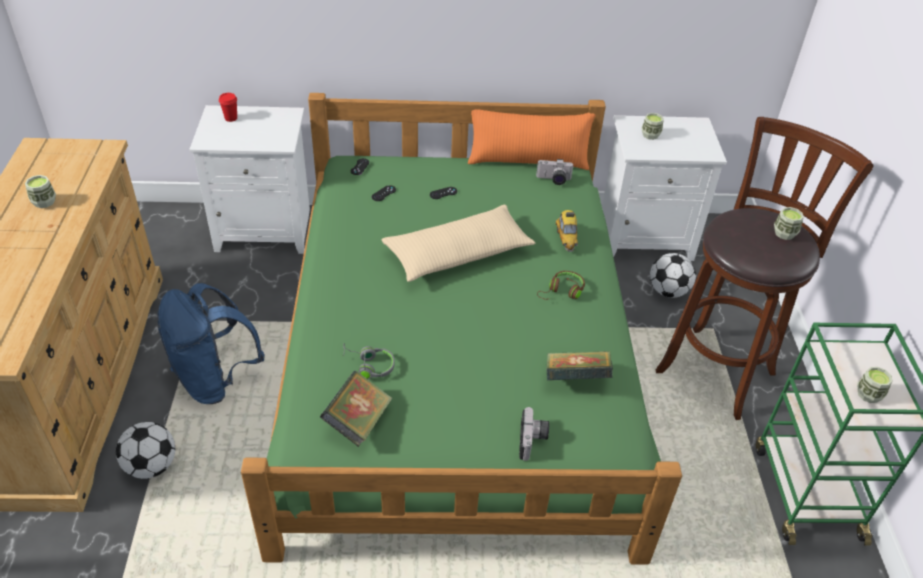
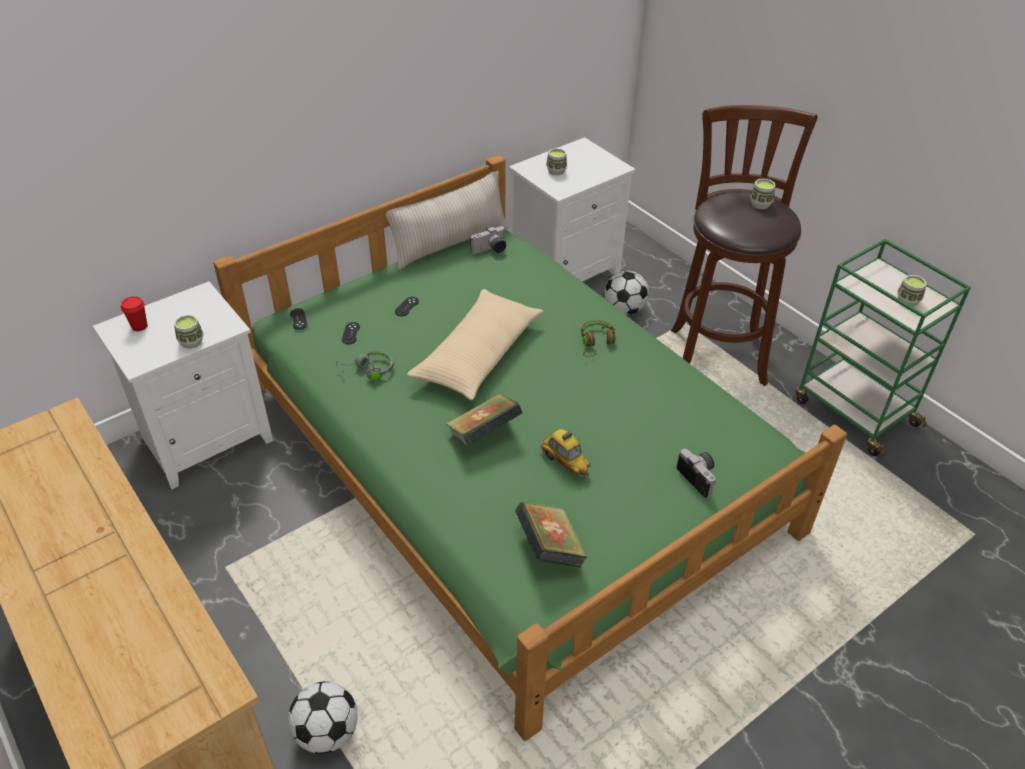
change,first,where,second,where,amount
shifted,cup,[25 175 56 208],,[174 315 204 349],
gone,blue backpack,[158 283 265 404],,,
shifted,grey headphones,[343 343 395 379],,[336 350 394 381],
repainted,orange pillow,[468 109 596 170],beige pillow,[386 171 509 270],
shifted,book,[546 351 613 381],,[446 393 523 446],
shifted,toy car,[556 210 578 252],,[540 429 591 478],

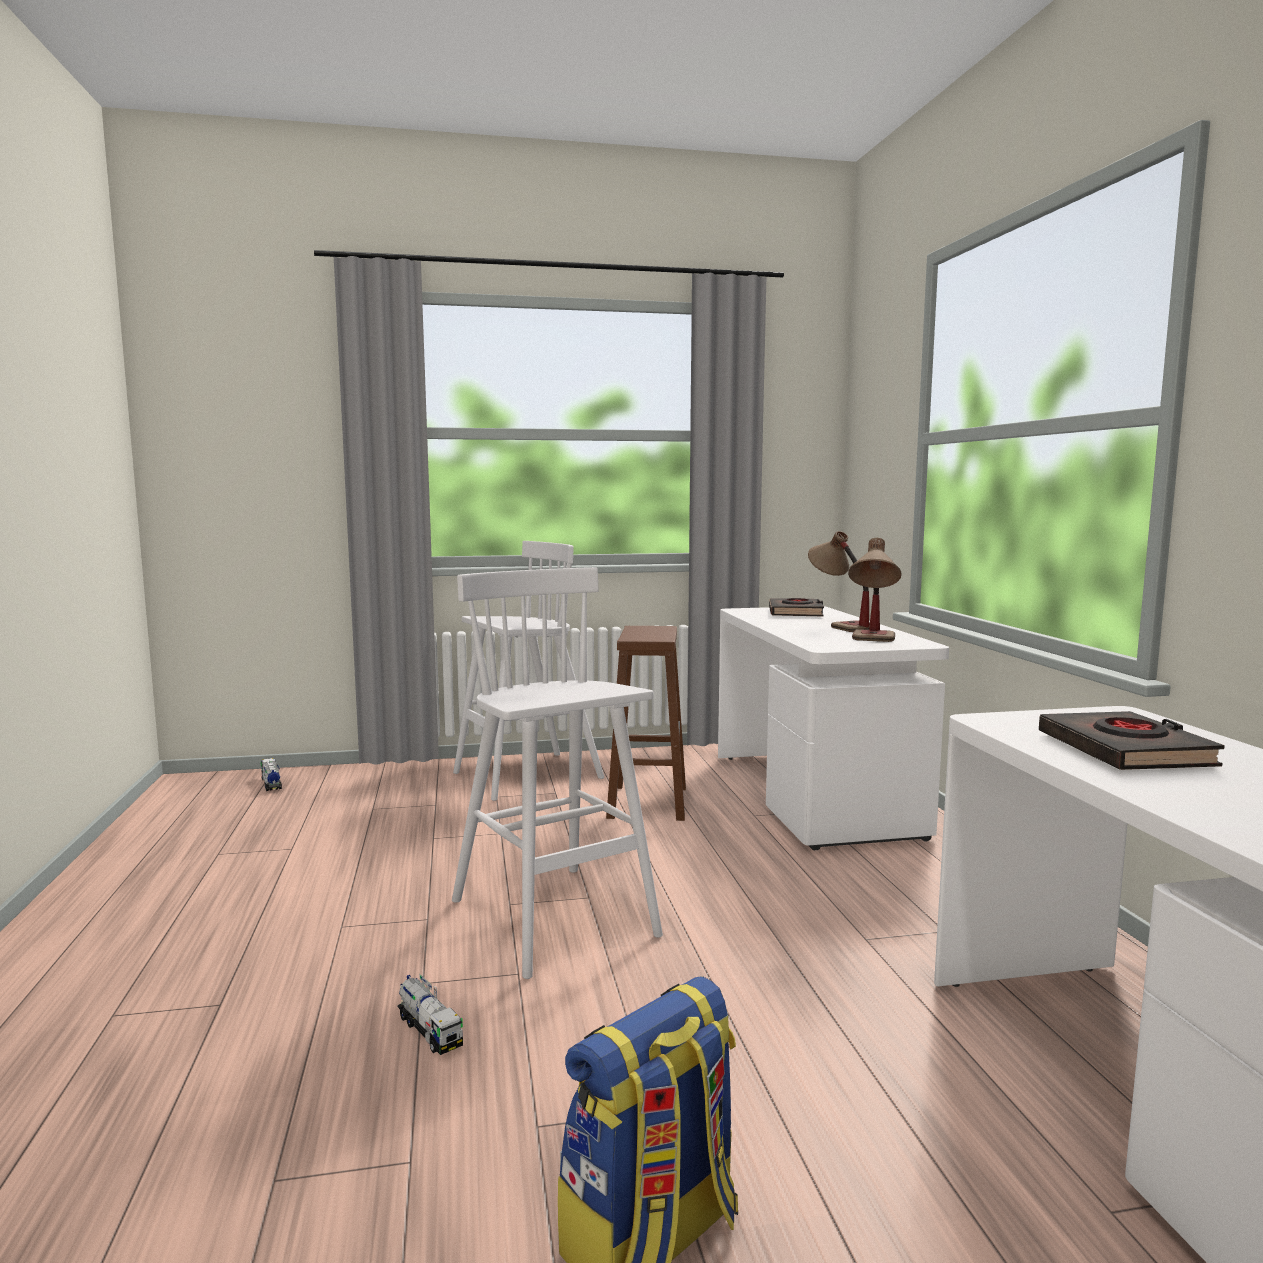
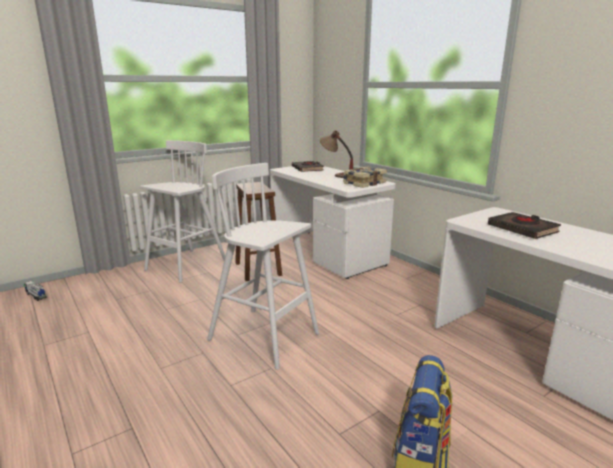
change,first,where,second,where,amount
gone,toy truck,[397 974 463 1055],,,
swapped,table lamp,[848 538 901 642],book,[343 167 387 188],

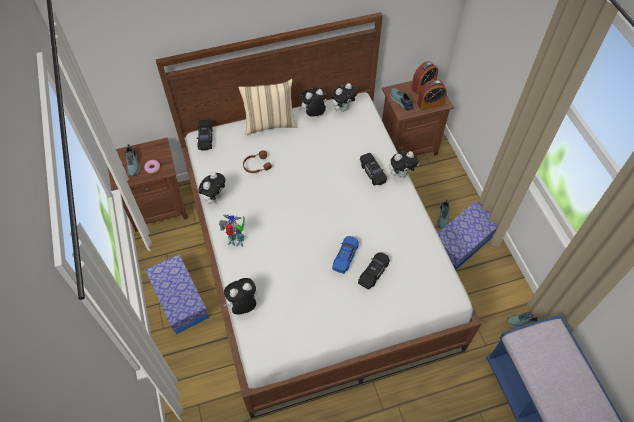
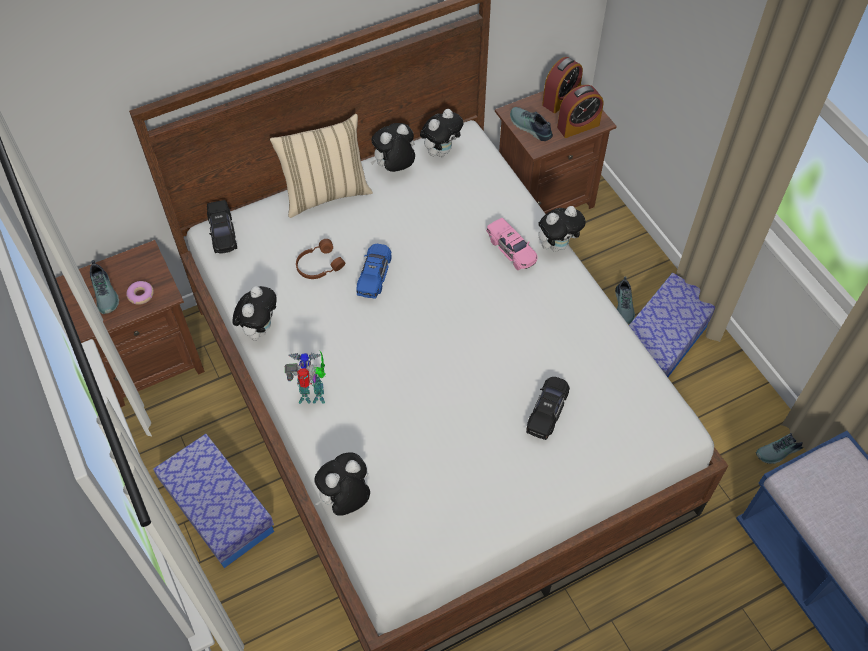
change,first,where,second,where,amount
shifted,blue toy car,[332 236 359 274],,[356 244 392 299],
repainted,black toy car,[360 153 387 186],pink toy car,[486 218 538 270],

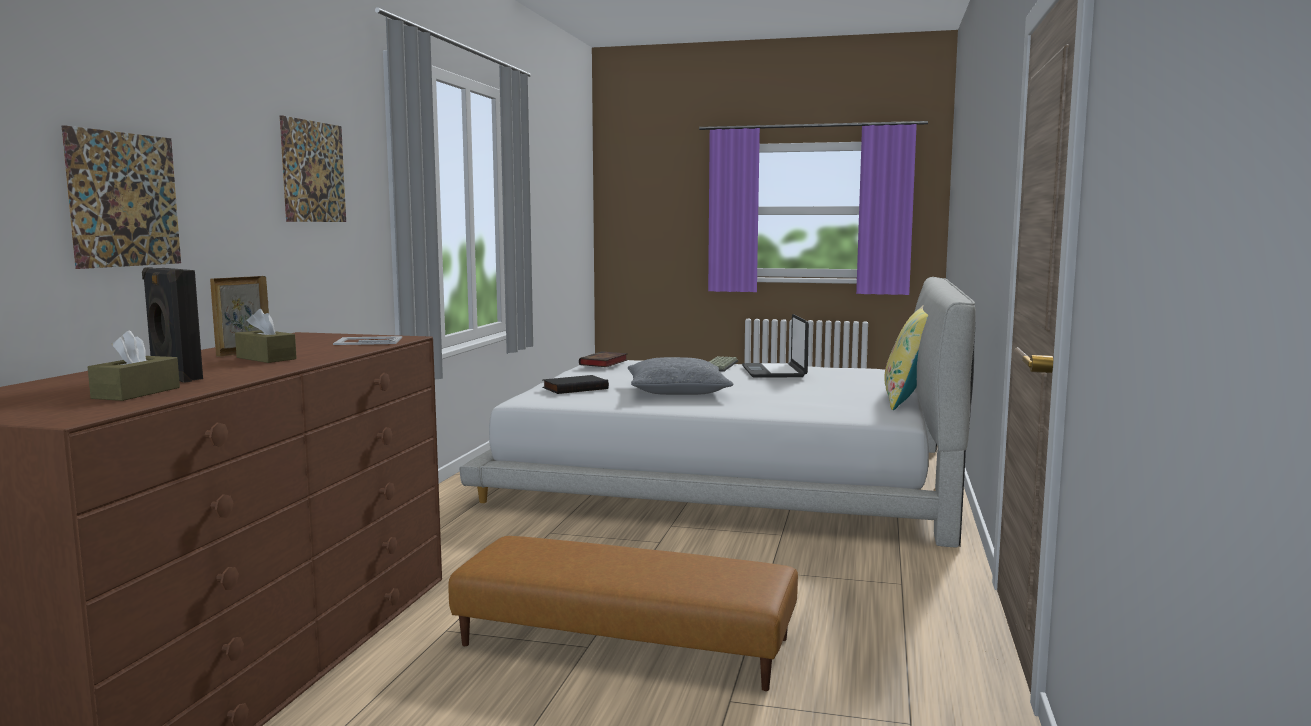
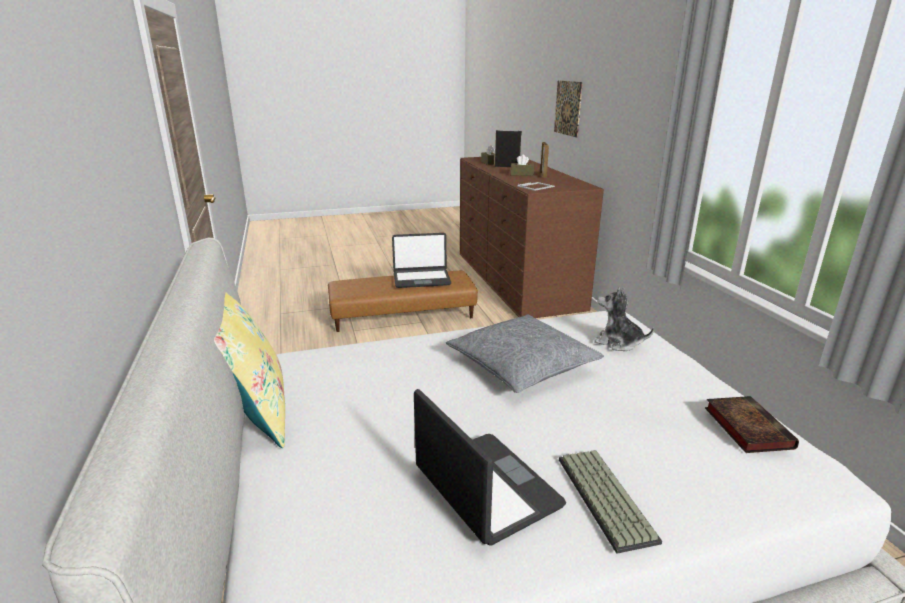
change,first,where,second,where,amount
gone,picture,[280 115 346 222],,,
swapped,black book,[542 375 609 394],plush toy,[594 288 654 351],
new,,,laptop,[392 233 451 288],

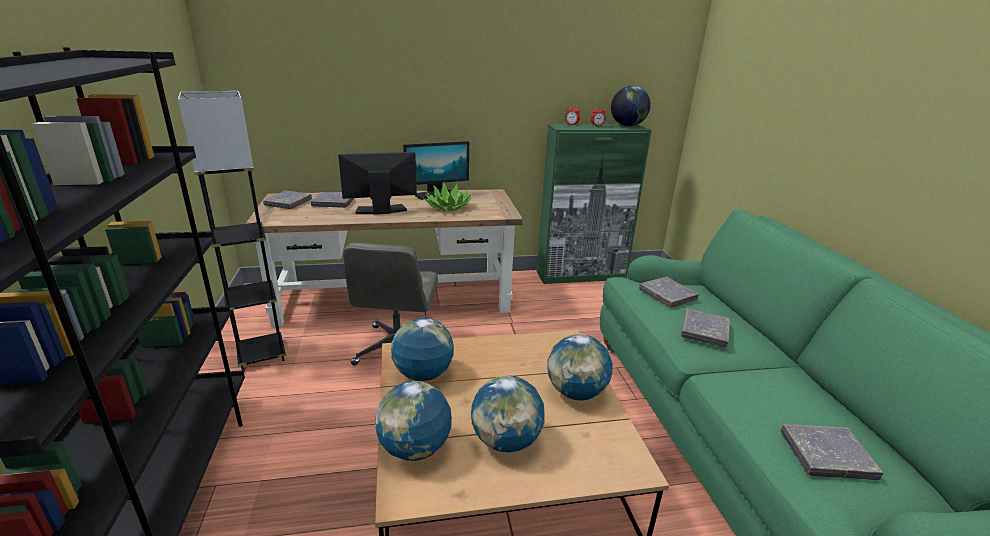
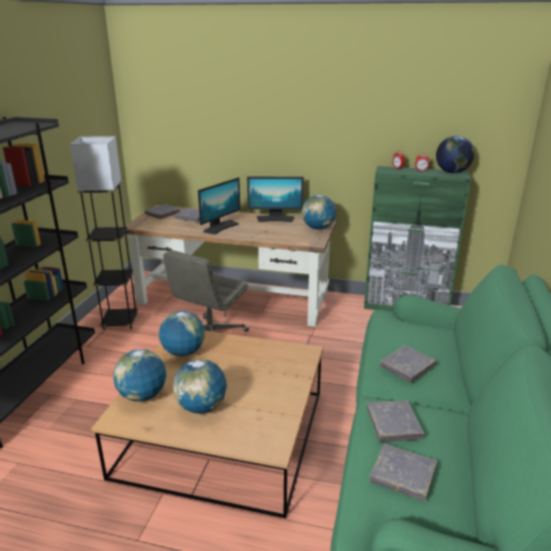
change,first,where,second,where,amount
rotated,monitor,[338 152 417 215],,[198 177 240 234],120 degrees clockwise
gone,potted plant,[423 183 473 211],,,
shifted,globe,[547 334 613 401],,[302 195 336 230],
shifted,grey book,[639 277 699 308],,[367 401 424 442],

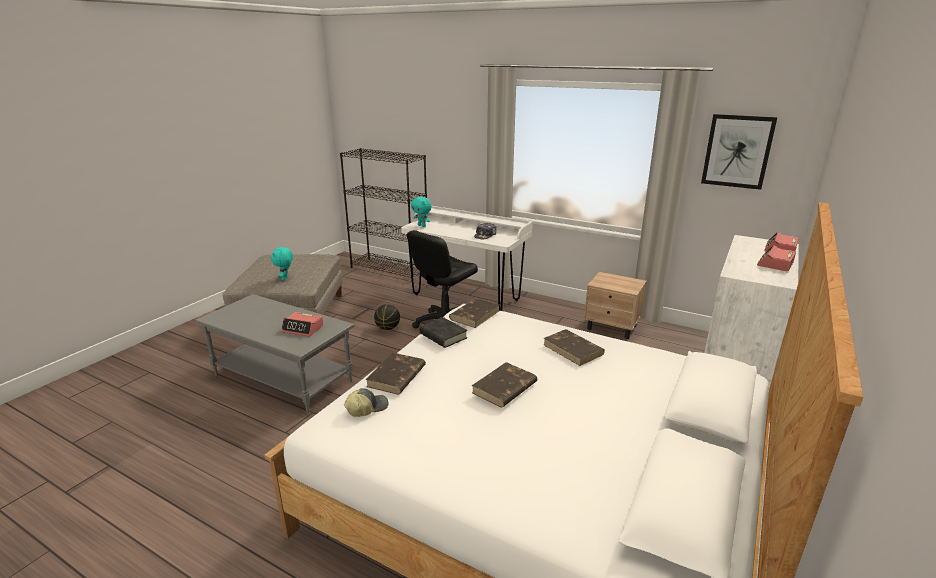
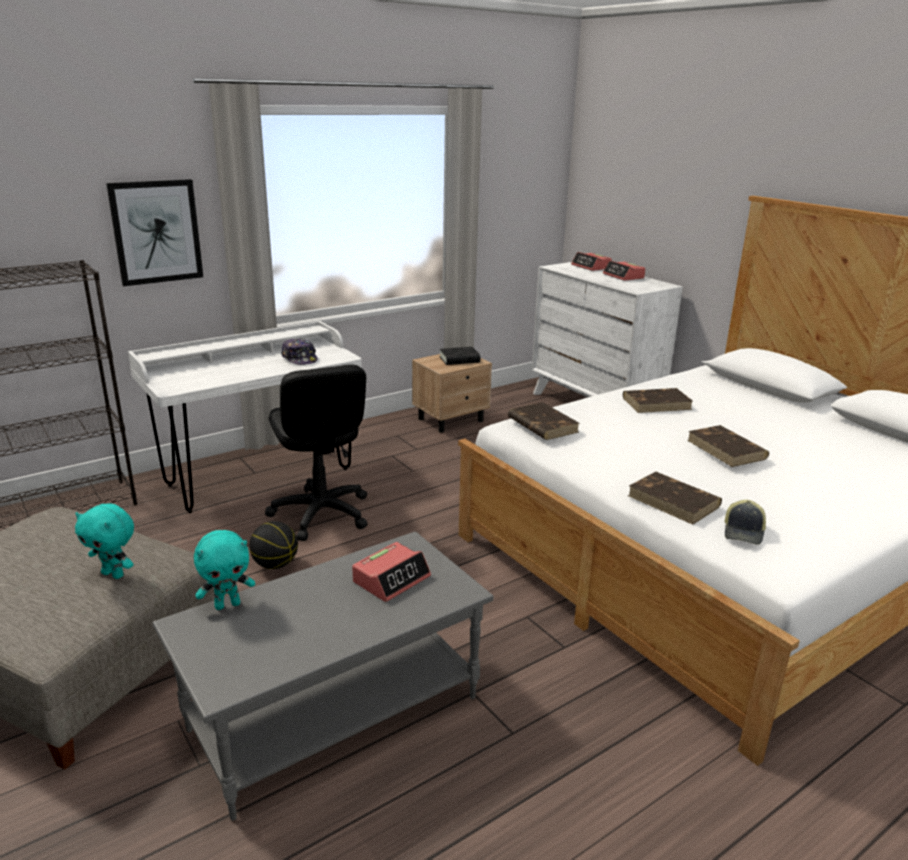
change,first,where,second,where,amount
rotated,cap,[344 388 388 417],,[725 500 766 545],150 degrees counterclockwise
shifted,turquoise plush toy,[411 197 432 227],,[194 530 255 610],
shifted,black book,[419 317 467 348],,[439 347 480 365],
shifted,picture,[701 114 777 190],,[106 179 203 286],

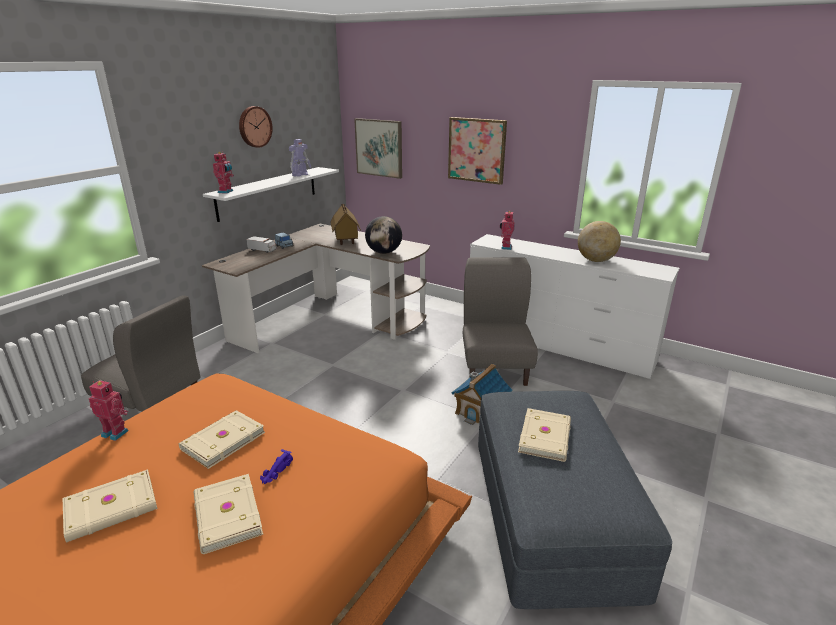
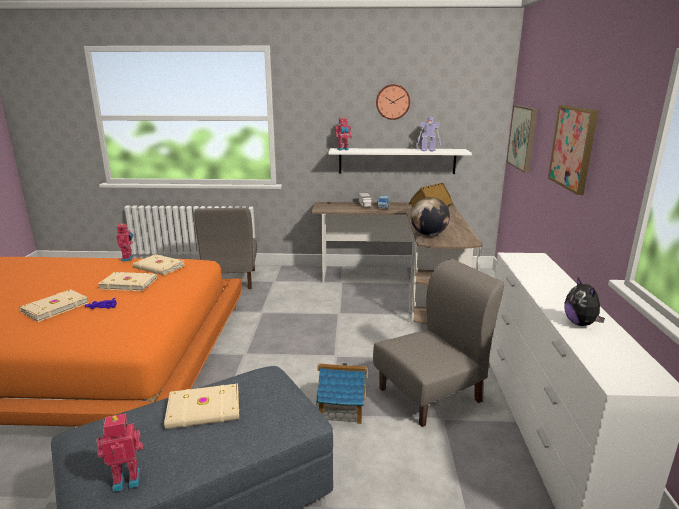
change,first,where,second,where,amount
shifted,beige book,[62 469 157 542],,[133 254 185 275],
shifted,toy robot,[500 210 515 250],,[96 413 143 492],
swapped,globe,[578 221 621 262],plush toy,[564 278 605 326],

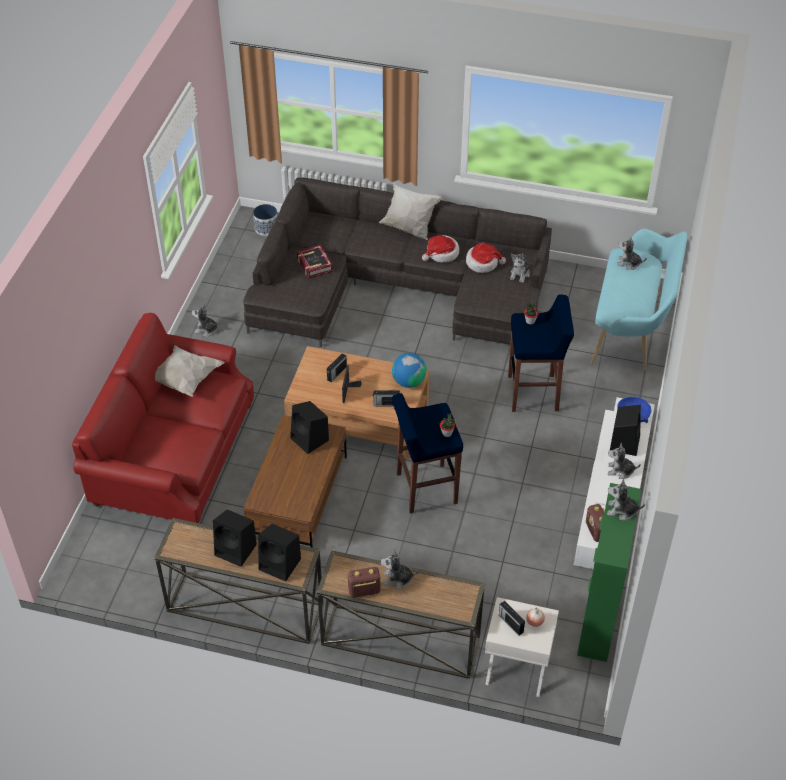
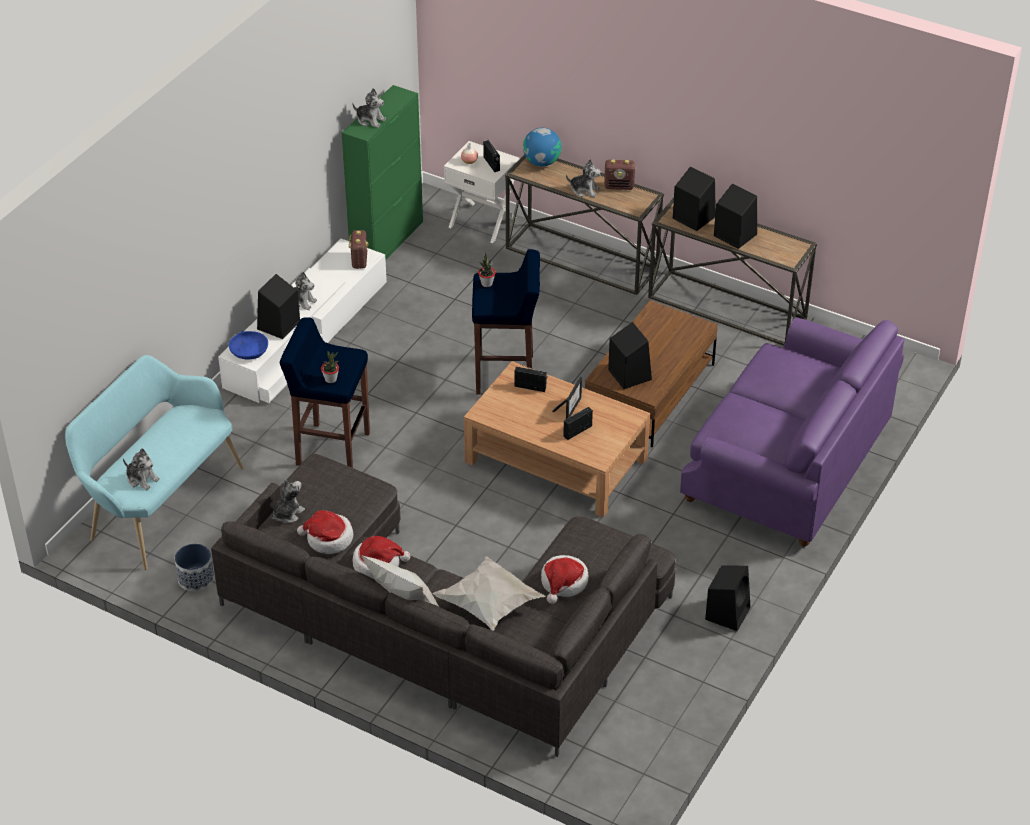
change,first,where,second,where,amount
repainted,red sofa,[72 313 254 523],purple sofa,[680 317 904 547],
shifted,white pillow,[155 345 225 397],,[433 556 545 631],
swapped,plush toy,[192 304 221 336],black speaker,[705 565 750 631],
shifted,planter,[253 204 278 236],,[175 544 214 592],
swapped,book,[297 244 333 278],hat,[541 555 588 604],
shifted,globe,[392 353 427 388],,[523 128 562 166],

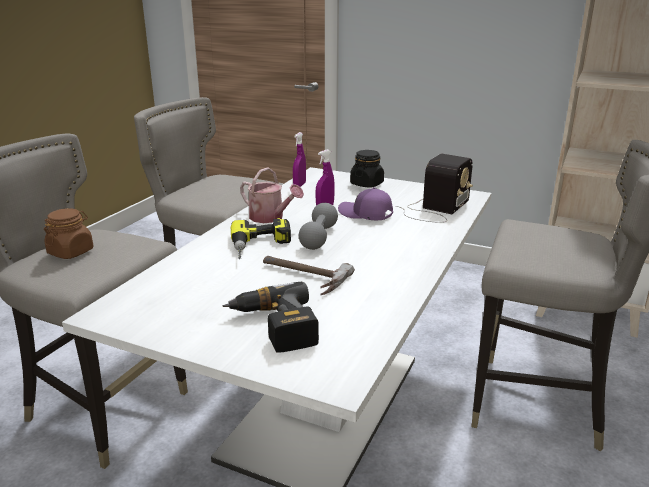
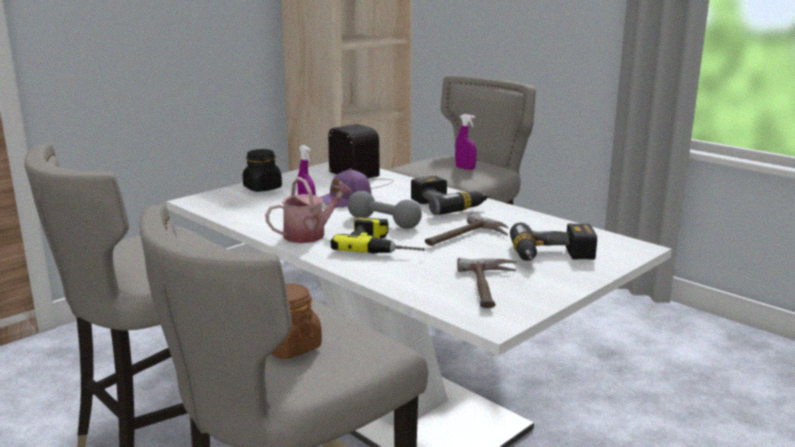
change,first,where,second,where,amount
shifted,purple spray bottle,[293 132 306 187],,[455 114 476 170],
new,,,power drill,[411 176 490 215],
new,,,hammer,[457 258 517 308],

